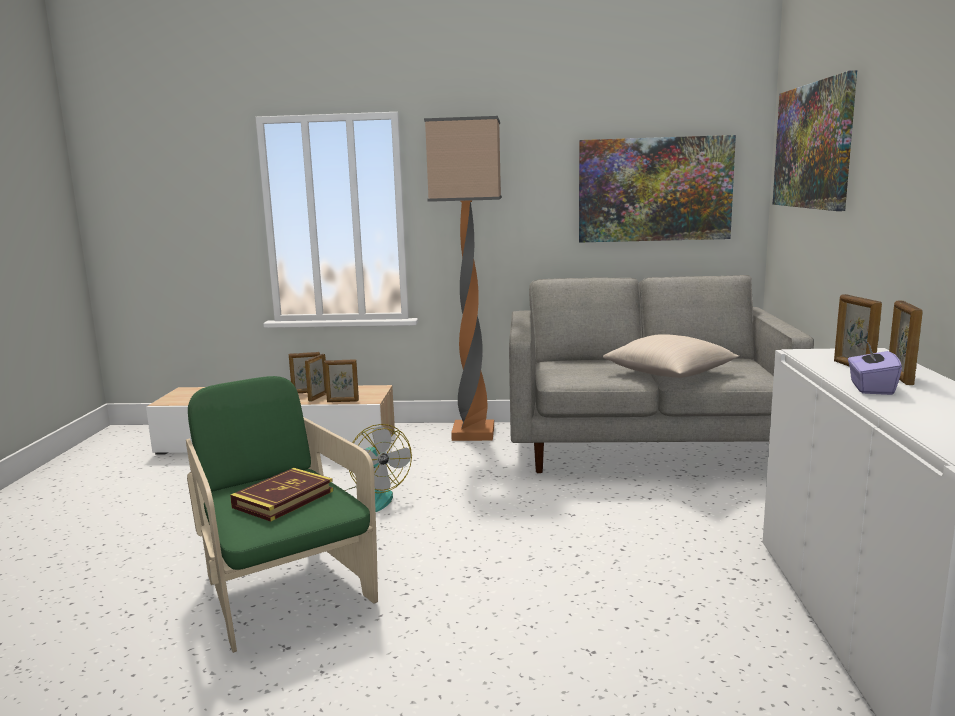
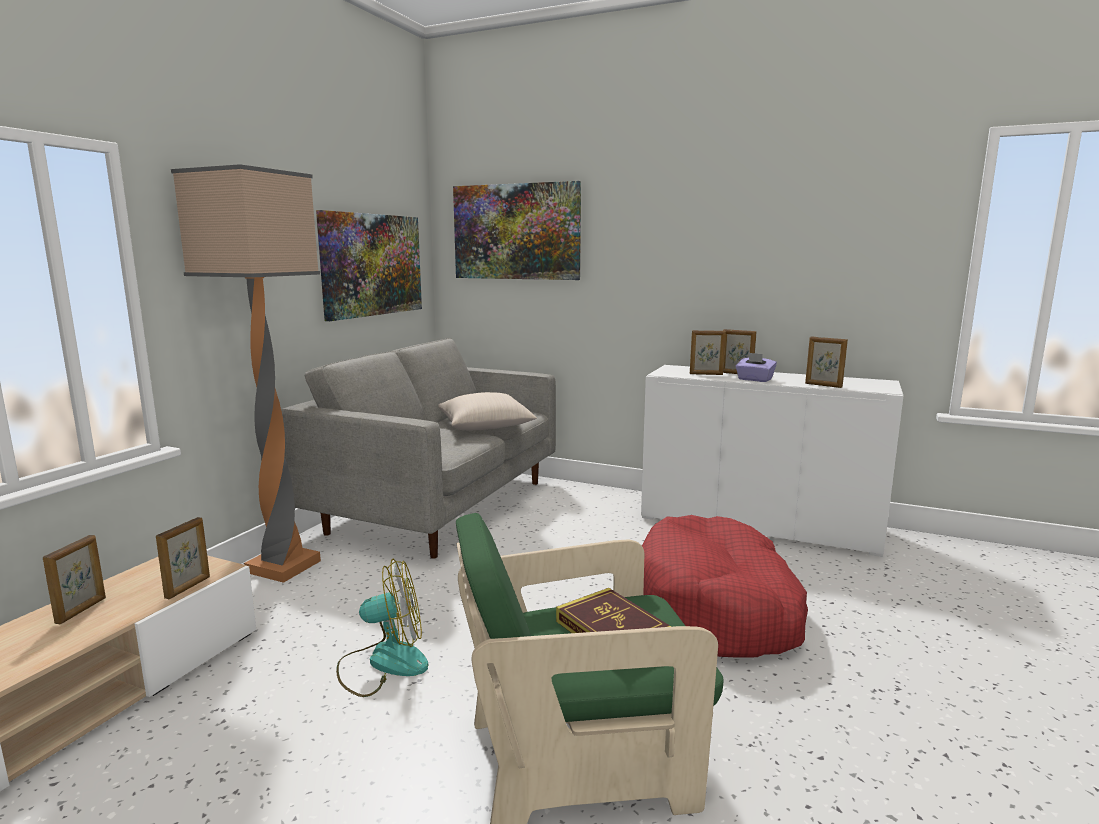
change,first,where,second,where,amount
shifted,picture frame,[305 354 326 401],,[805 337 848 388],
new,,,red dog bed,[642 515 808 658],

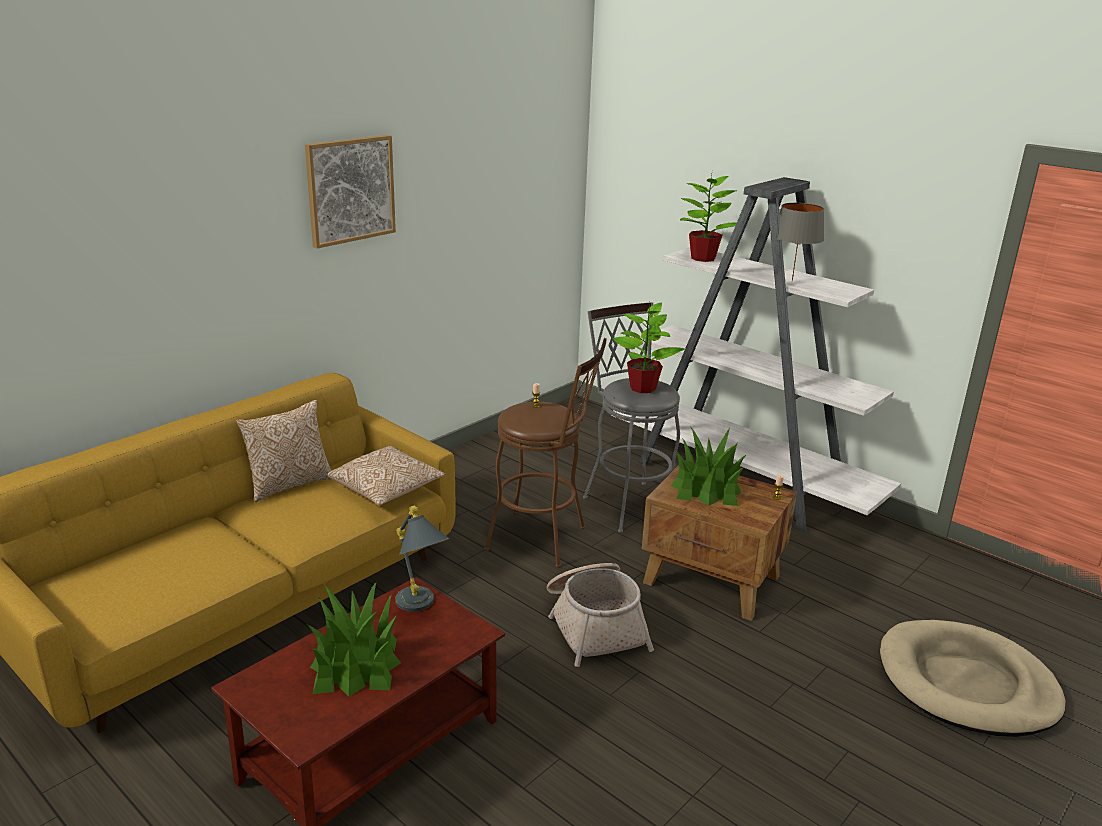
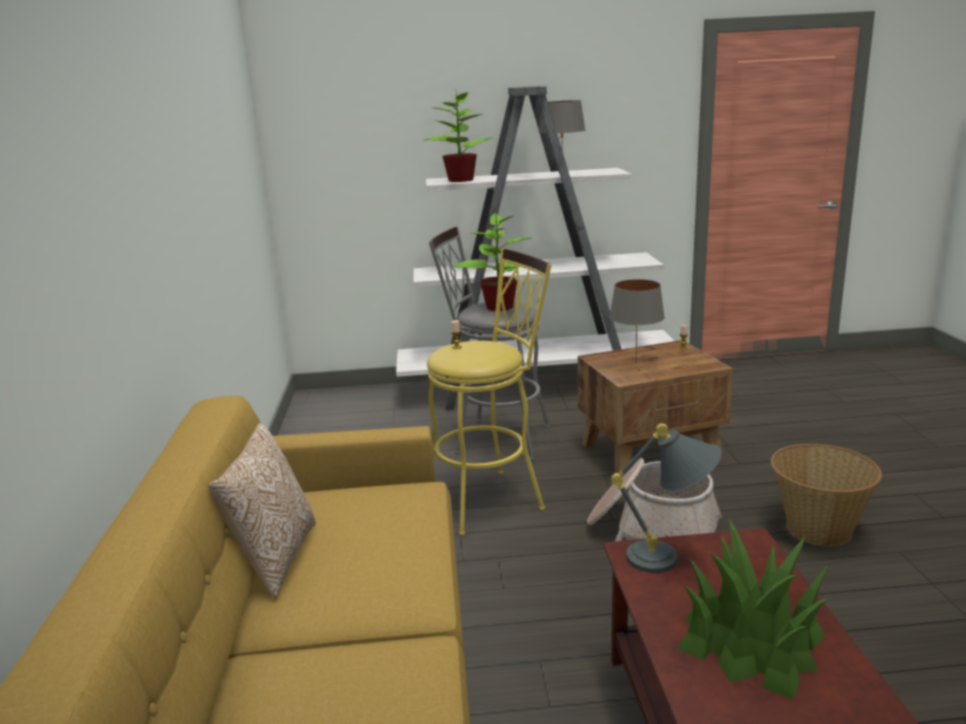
change,first,where,second,where,amount
gone,picture,[305 135 396 249],,,
gone,pillow,[327 446 446 506],,,
repainted,brown stool,[484 338 607 568],yellow stool,[427 248 552 536],
swapped,potted plant,[671 428 746 506],grey table lamp,[609 279 665 354],
gone,beige dog bed,[880 620 1065 737],,,
new,,,basket,[771 444 882 546],

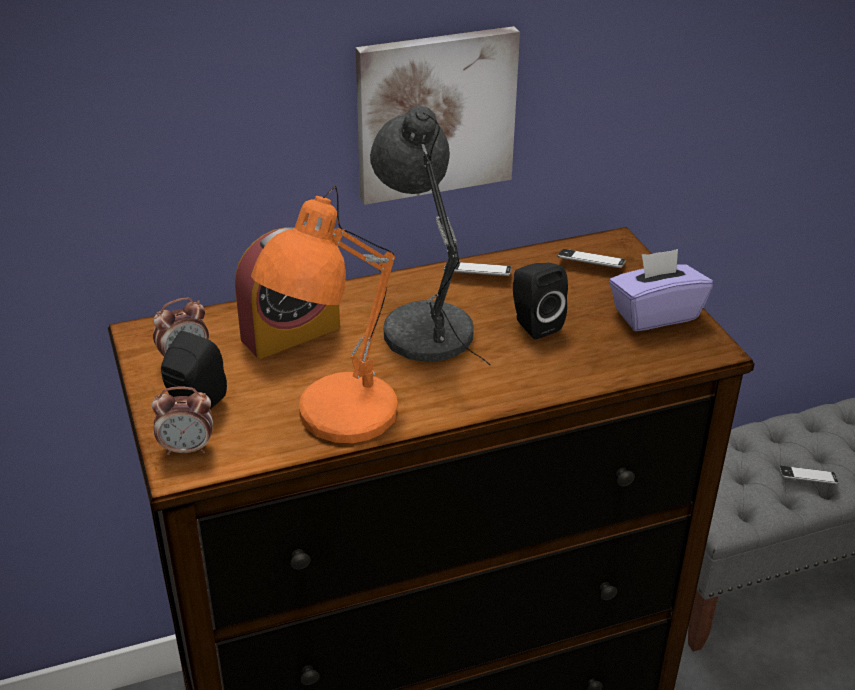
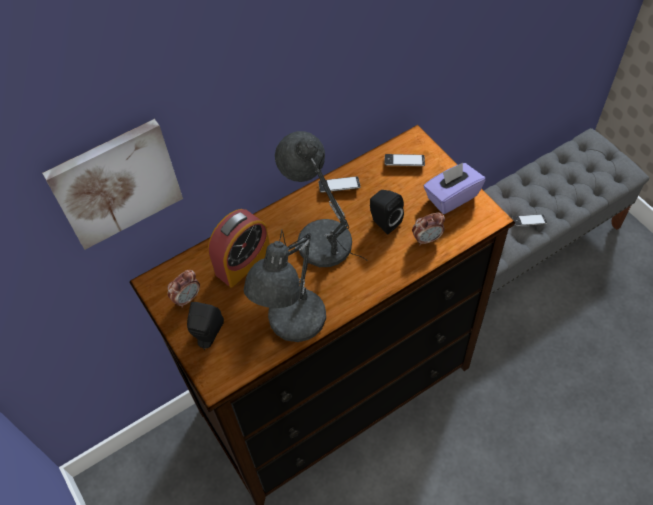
change,first,where,second,where,amount
shifted,alarm clock,[152 386 213 455],,[412 213 445 245],
repainted,orange table lamp,[251 186 398 443],grey table lamp,[244 229 326 342],
shifted,picture,[356 26 520 205],,[42 119 183 250],

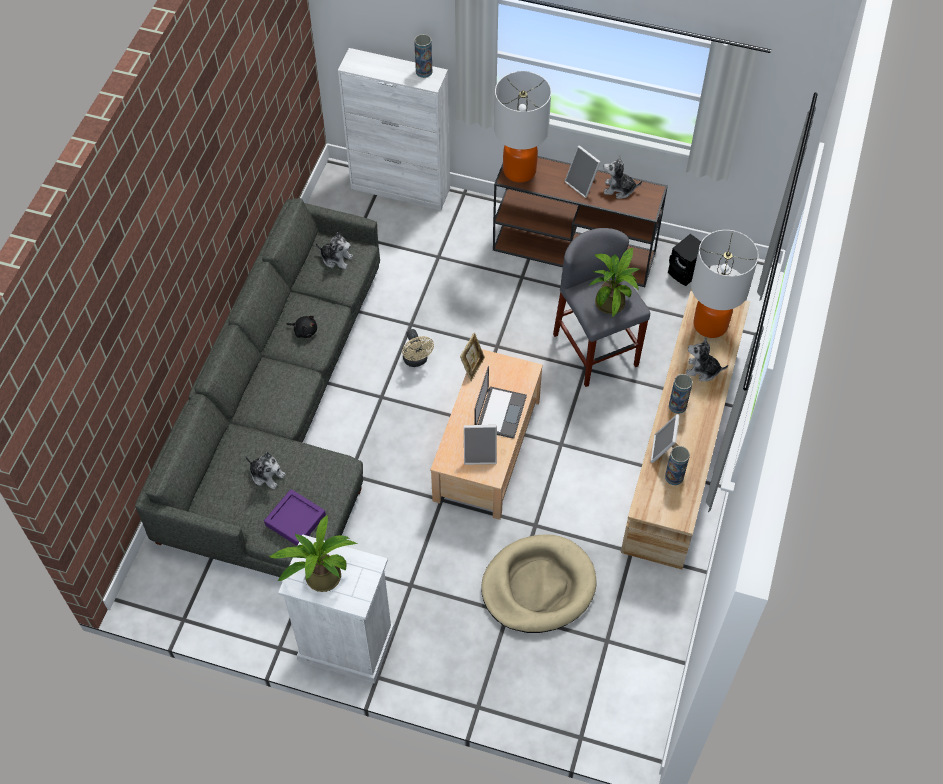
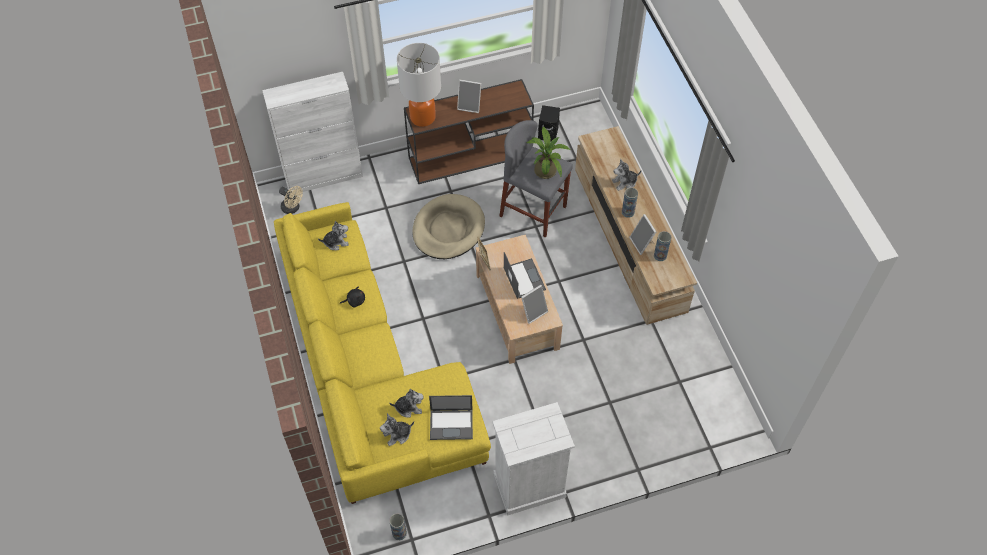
change,first,where,second,where,amount
repainted,grey sofa,[135 198 380 577],yellow sofa,[274 202 491 504],
swapped,purple tray,[264 489 326 546],laptop,[429 395 473 440],
gone,potted plant,[269 515 358 592],,,
shifted,beige fan,[402 329 434 367],,[279 186 303 214],
shifted,vase,[414 34 432 78],,[389 513 407 540],
shifted,beige dog bed,[481 534 596 633],,[412 194 485 259],
shifted,plush toy,[603 154 642 199],,[380 413 414 446],
gone,table lamp,[691 230 759 338],,,

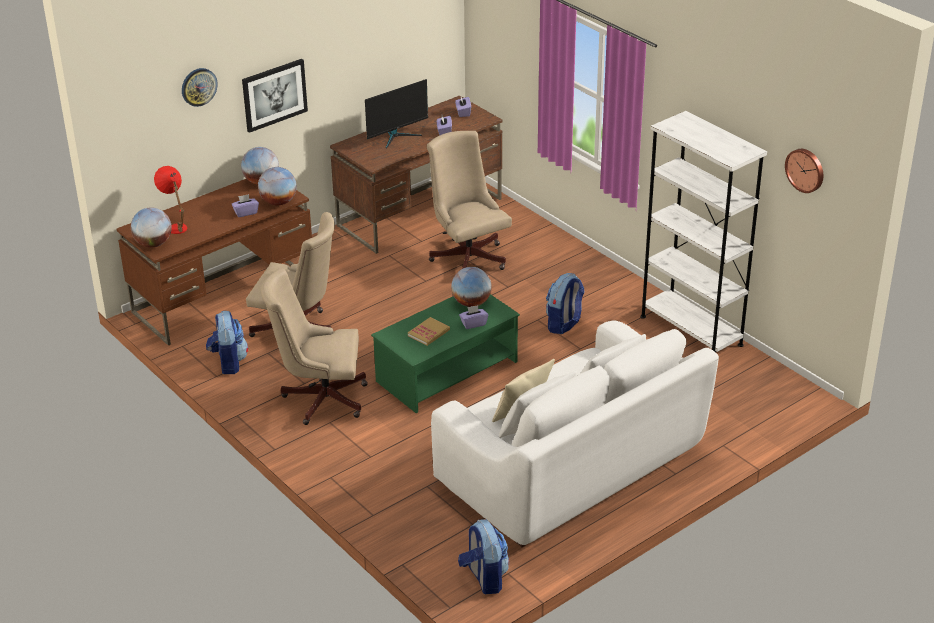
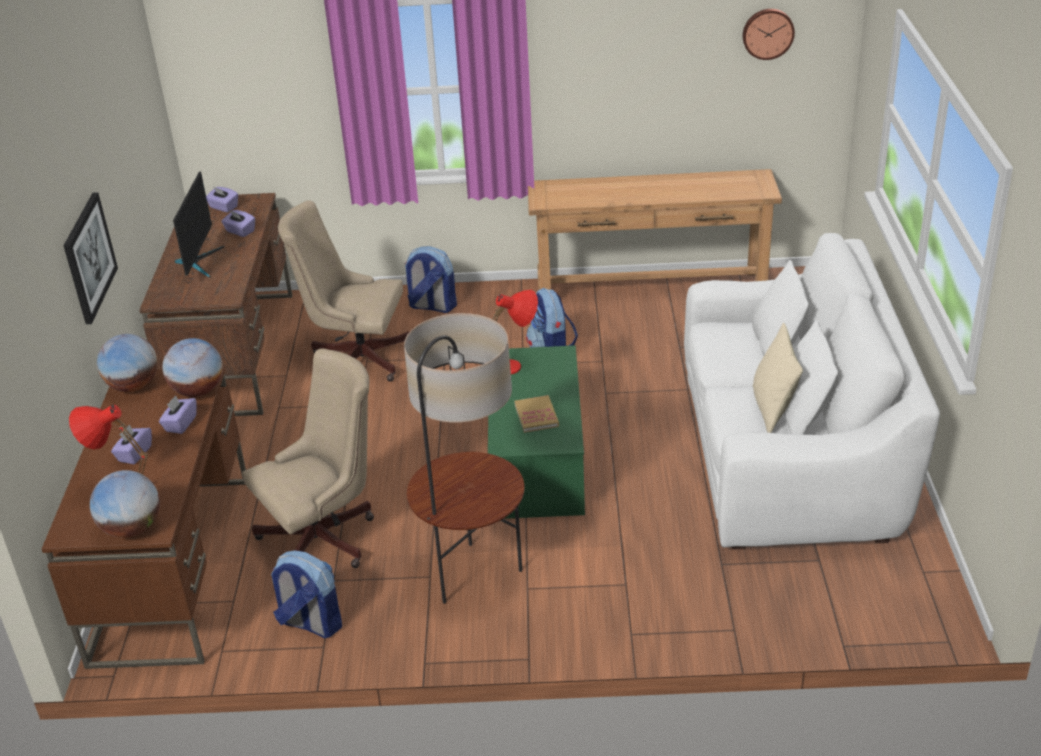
change,first,where,second,where,amount
gone,wall clock,[182 68 218 107],,,
swapped,beige office chair,[261 268 368 425],floor lamp,[404 313 525 604],
swapped,globe,[451 267 492 307],red table lamp,[493 290 538 374],
shifted,backpack,[458 519 509 594],,[404 246 457 313],
shifted,purple tissue box,[459 305 488 329],,[111 424 152 464],
swapped,white bookcase,[640 111 767 352],brown console table,[528 169 782 290],

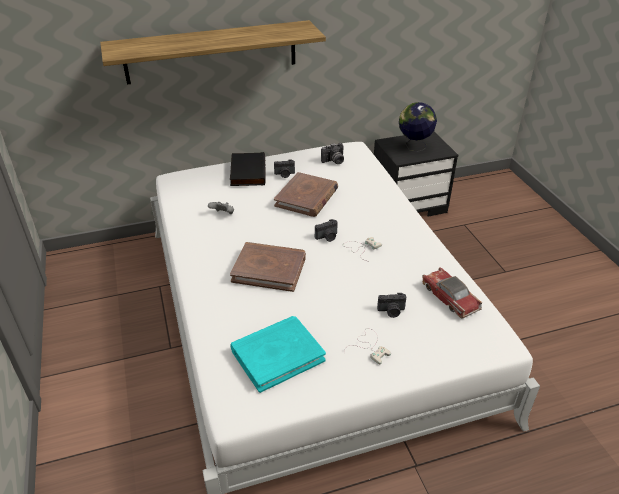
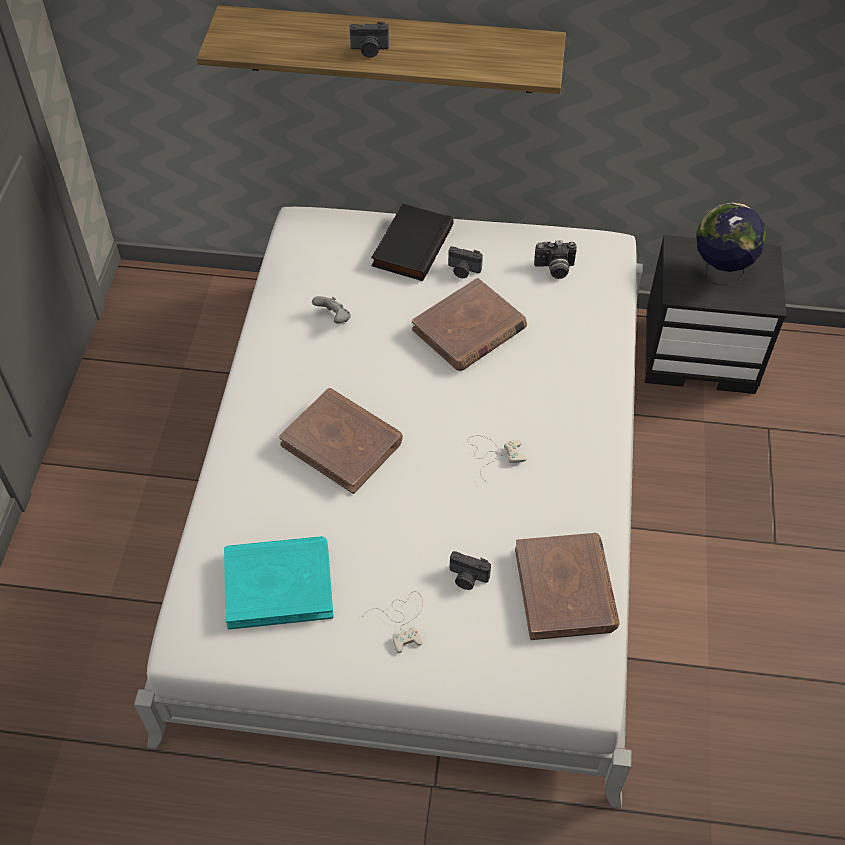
change,first,where,second,where,amount
shifted,photo camera,[315 219 338 242],,[350 22 389 58],
swapped,toy car,[422 267 482 319],brown book,[515 533 620 640],

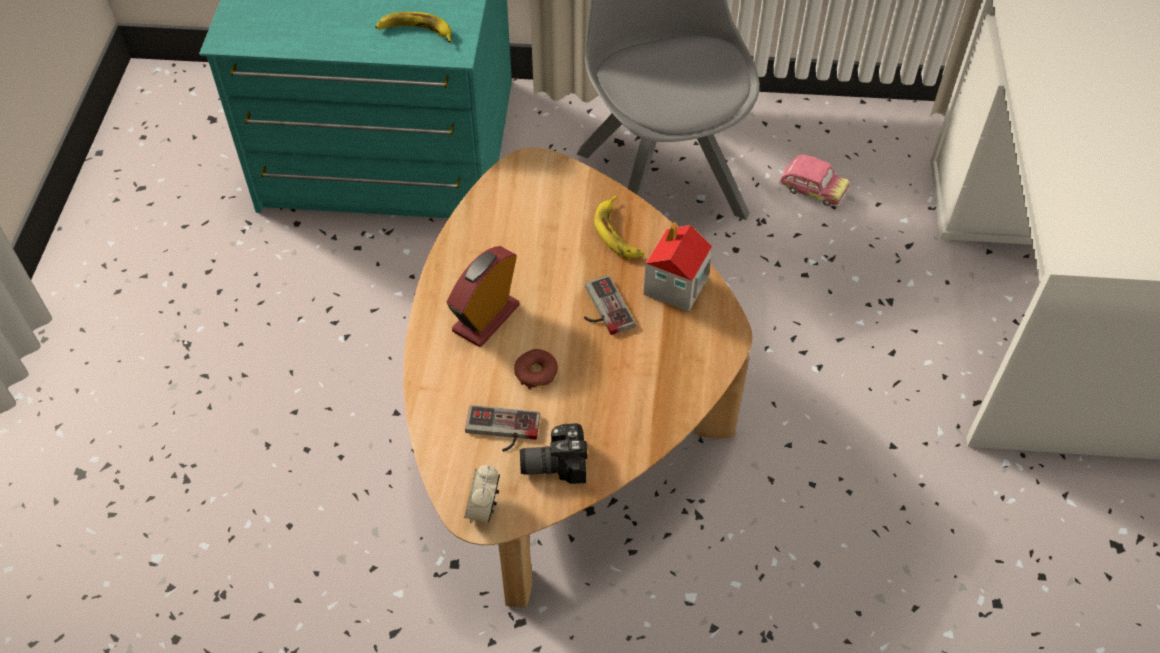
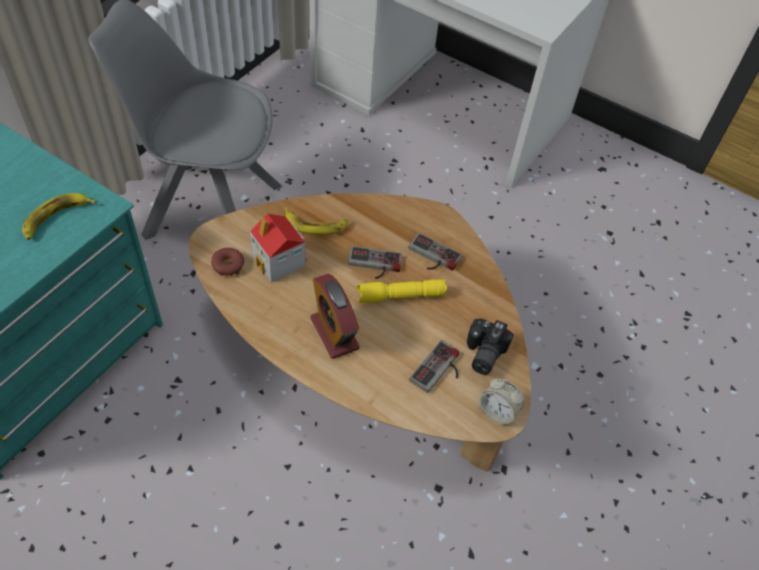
change,first,where,second,where,amount
shifted,donut,[514 349 558 390],,[211 248 244 276],
shifted,toy house,[644 222 712 312],,[250 213 306 283],
gone,toy car,[778 155 849 207],,,
new,,,yellow flashlight,[357 279 447 303],
new,,,game controller,[408 233 463 271],

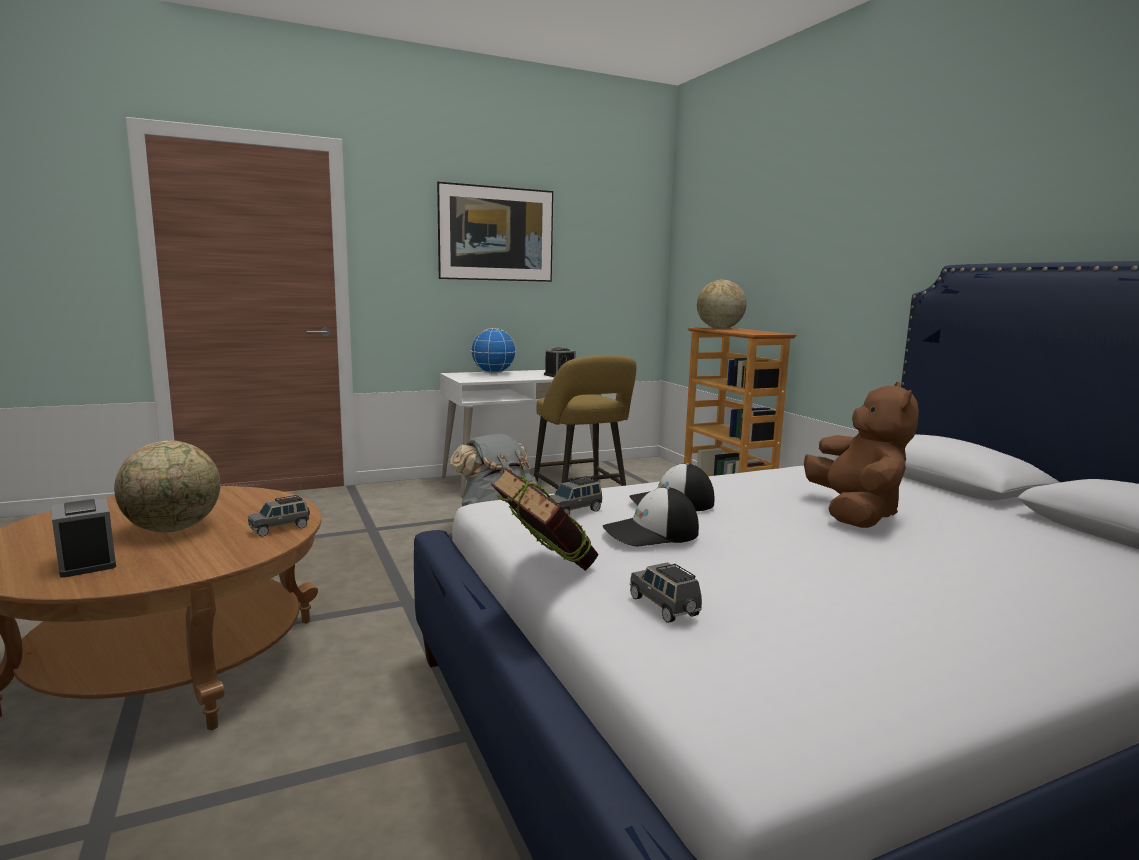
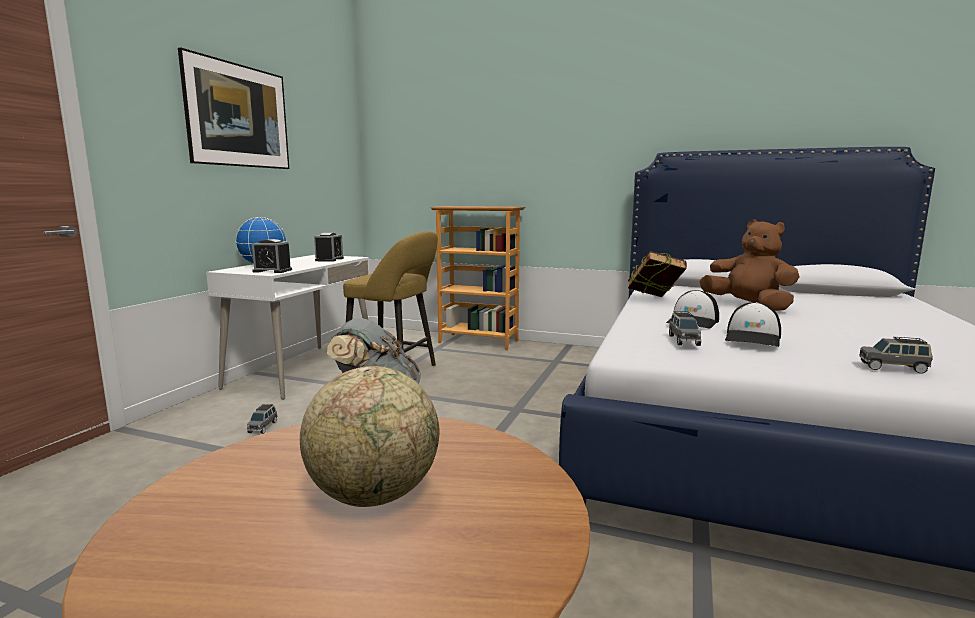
change,first,where,second,where,amount
shifted,alarm clock,[52 498 116 578],,[252 239 292 273],
shifted,grey toy car,[248 495 310 536],,[247 404 277 434],
shifted,book,[491 468 599 571],,[628 251 687 297],
gone,globe,[697 280 747 329],,,

